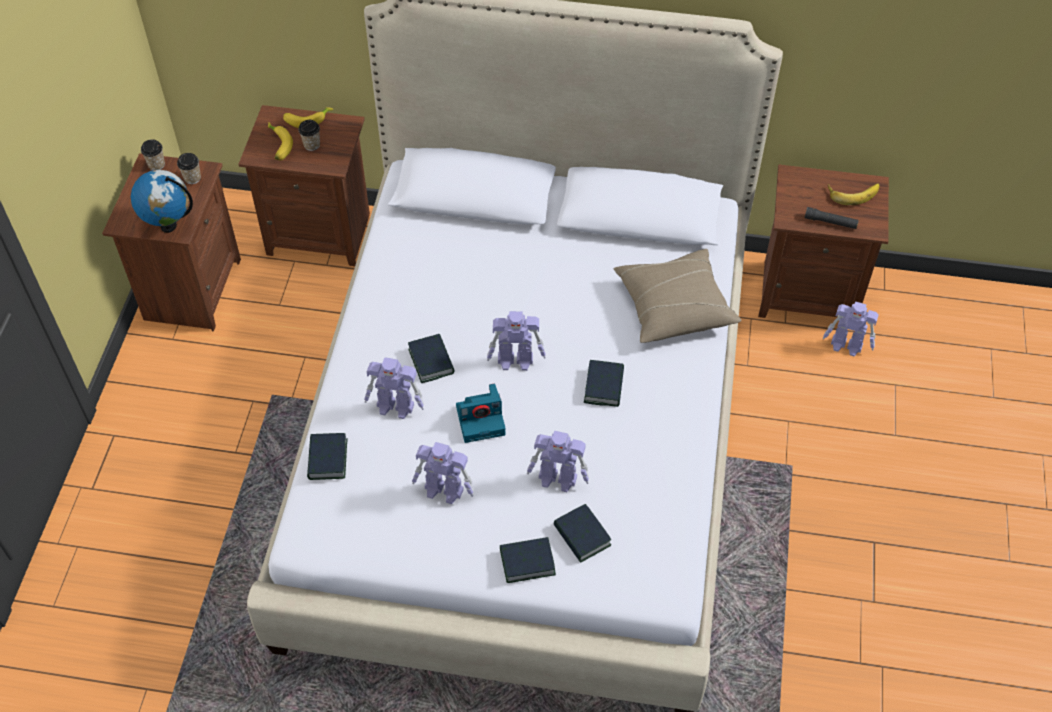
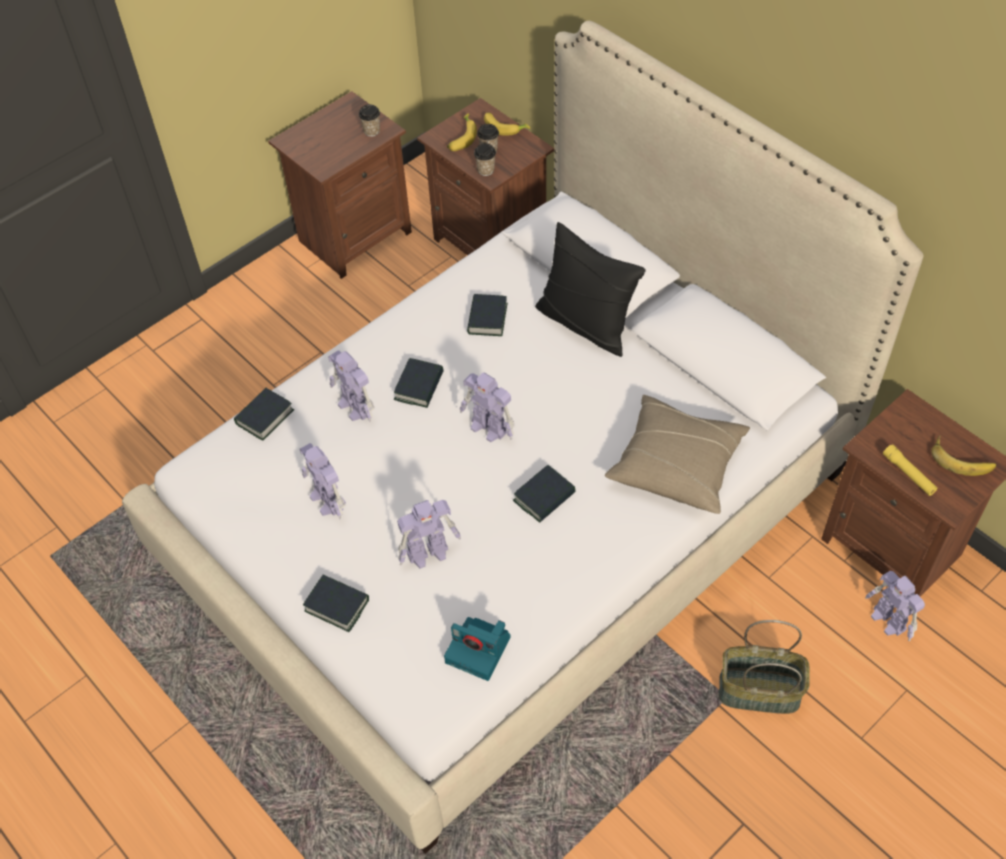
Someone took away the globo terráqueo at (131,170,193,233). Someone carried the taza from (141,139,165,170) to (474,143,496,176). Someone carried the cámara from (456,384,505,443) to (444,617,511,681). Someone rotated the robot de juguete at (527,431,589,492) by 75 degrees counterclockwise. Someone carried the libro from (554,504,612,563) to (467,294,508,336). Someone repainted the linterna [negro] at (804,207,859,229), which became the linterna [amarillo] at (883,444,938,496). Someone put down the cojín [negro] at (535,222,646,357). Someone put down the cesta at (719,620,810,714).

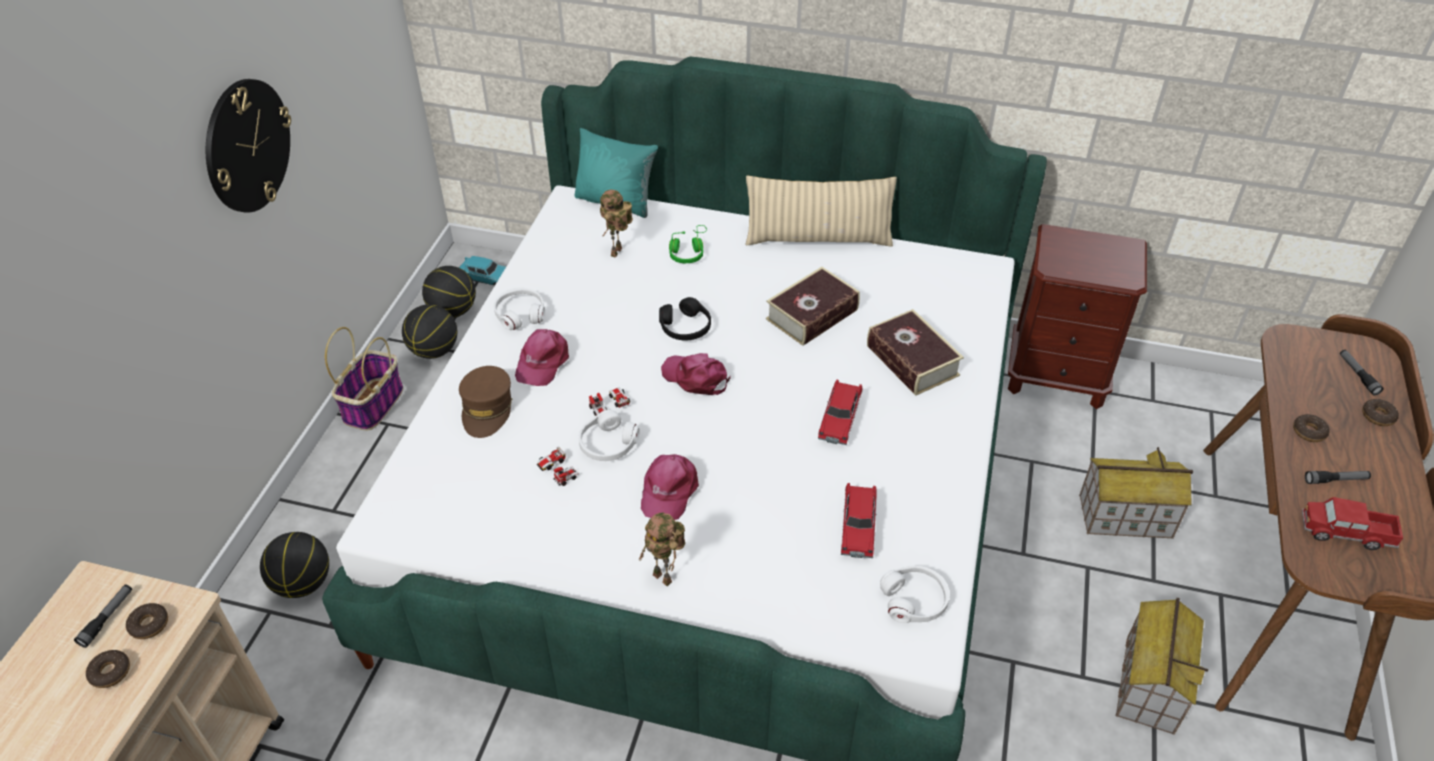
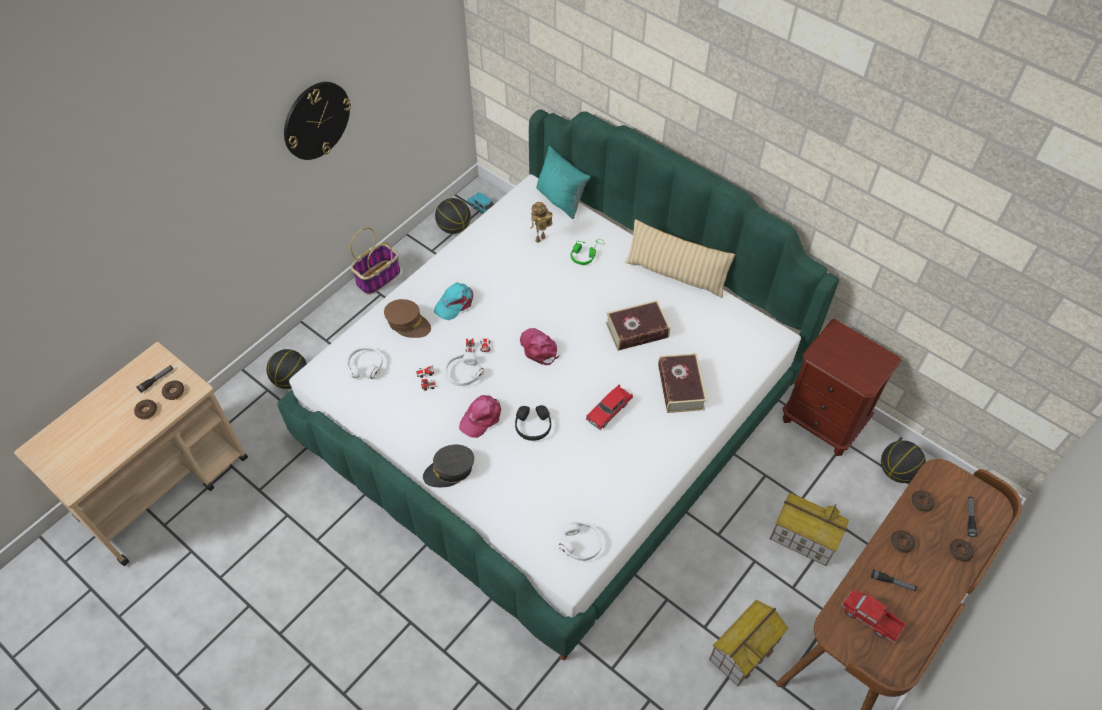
Someone carried the balón de baloncesto from (402,304,457,359) to (881,440,926,483). Someone rotated the gorra [marrón] at (459,366,512,438) by 90 degrees counterclockwise. Someone carried the auriculares [blanco] from (494,288,545,330) to (347,346,383,379). Someone repainted the gorra [rosa] at (515,329,569,386), which became the gorra [turquesa] at (434,282,473,320). Someone swapped the robot de juguete at (639,513,685,586) for the gorra [gris] at (423,445,474,487). Someone carried the auriculares [negro] from (659,297,711,341) to (515,405,551,441). Someone took away the coche de juguete [rojo] at (841,483,877,558). Someone put down the rosquilla at (911,491,935,512).

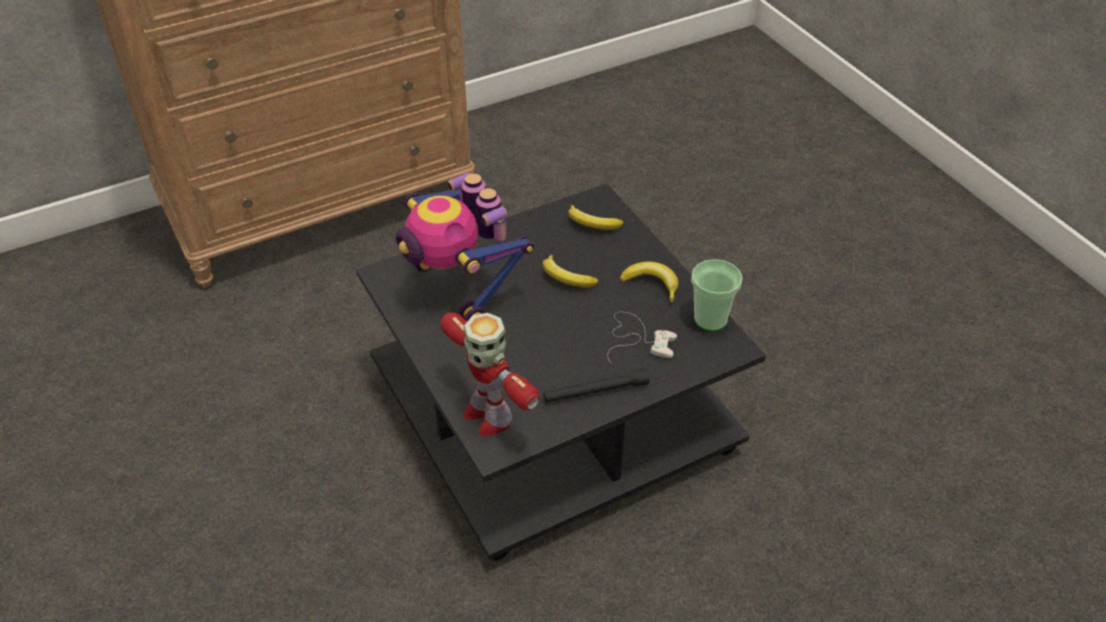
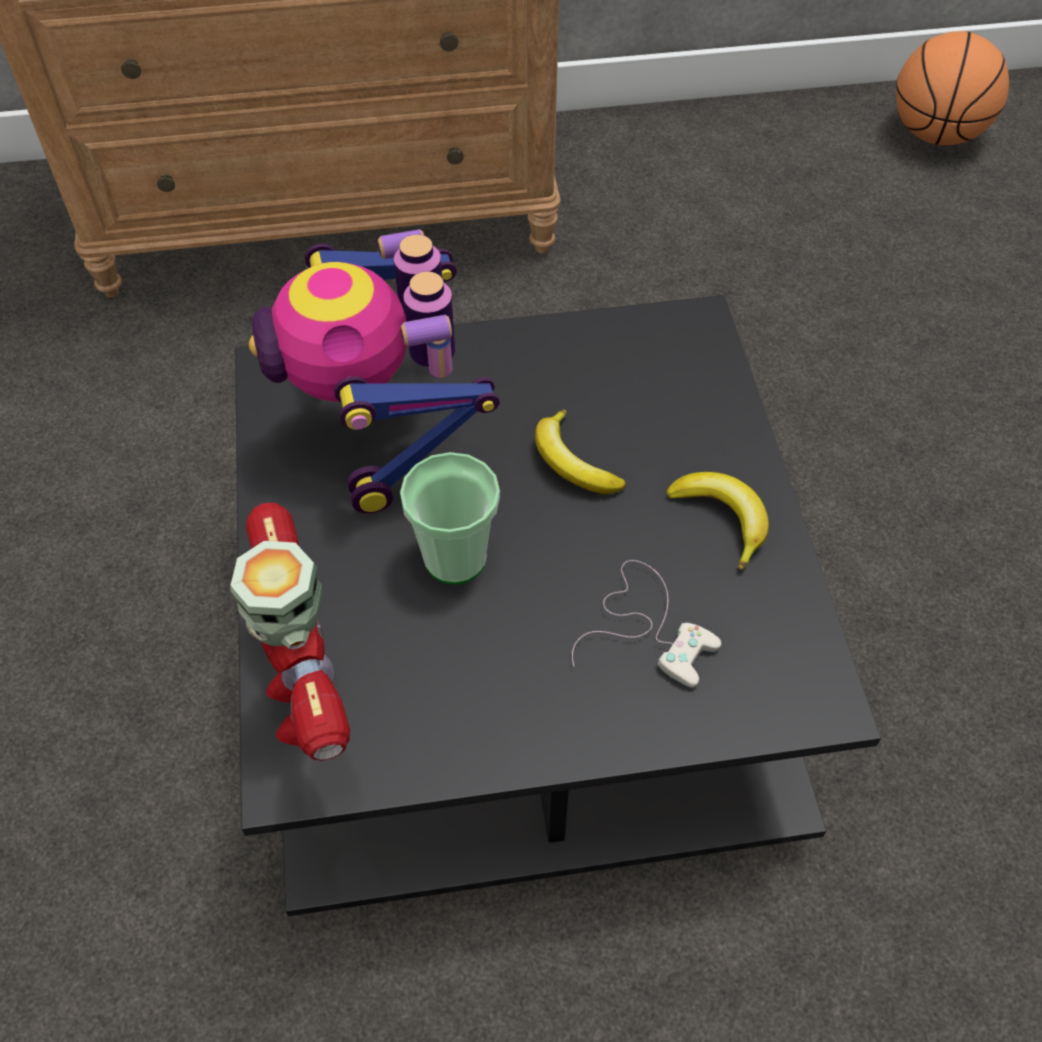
Someone took away the linterna [negro] at (543,368,649,403). Someone took away the plátano at (568,205,624,230). Someone carried the taza from (691,259,743,332) to (400,452,500,584). Someone put down the balón de baloncesto at (896,31,1009,145).

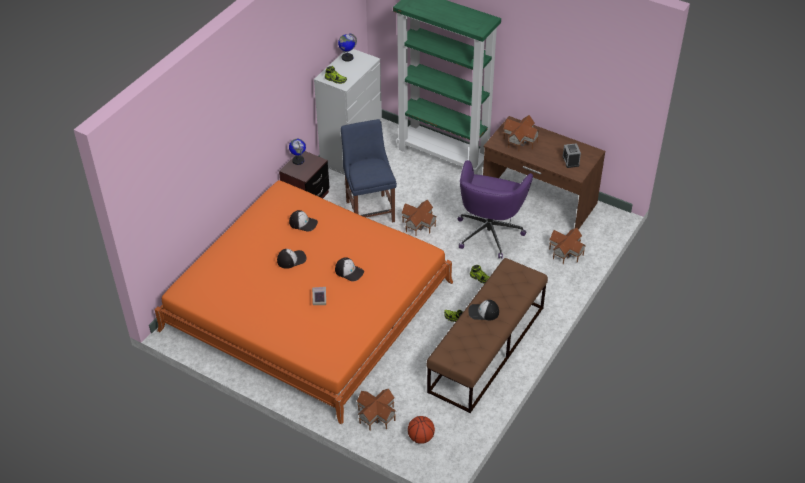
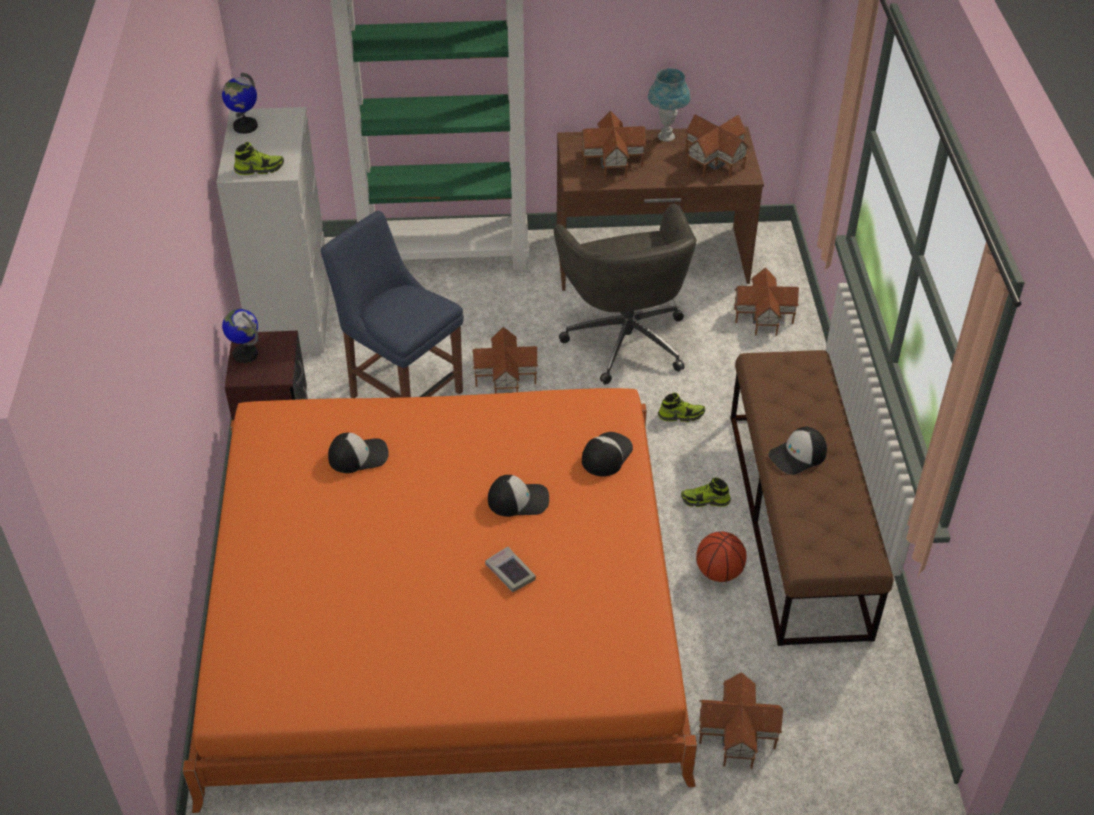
Someone carried the gorra from (277,249,307,269) to (582,432,633,476). Someone carried the balón de baloncesto from (408,416,435,444) to (696,531,747,582). Someone repainted the silla de oficina [morado] at (457,160,533,258), which became the silla de oficina [gris] at (554,203,697,384). Someone swapped the despertador at (562,143,581,168) for the casita at (685,115,749,177). Someone put down the lámpara de mesa [azul] at (648,68,691,142).

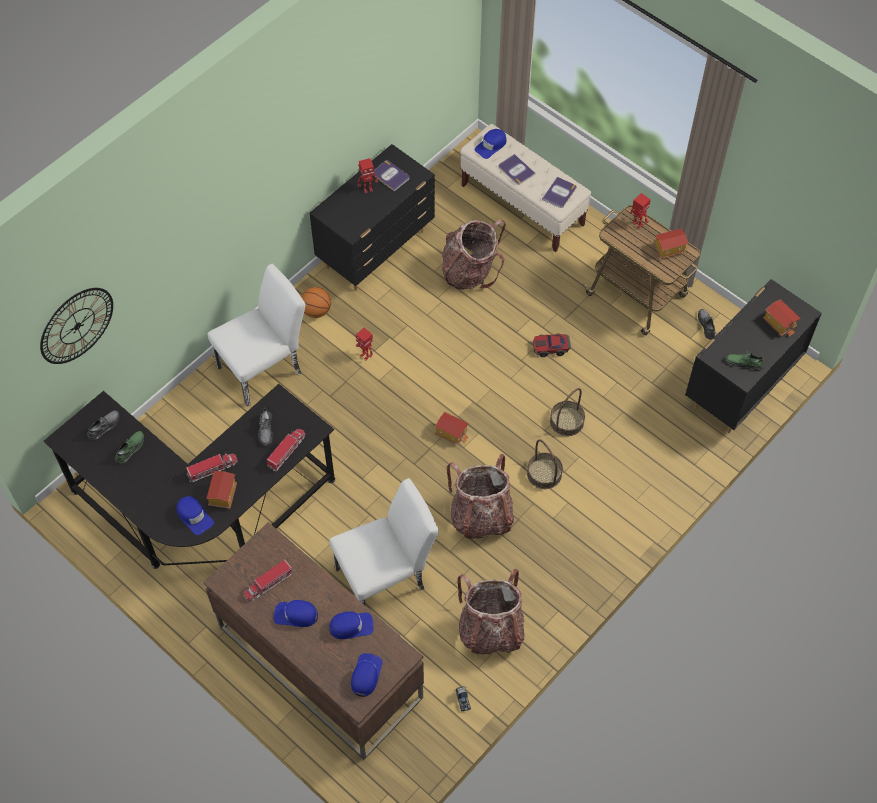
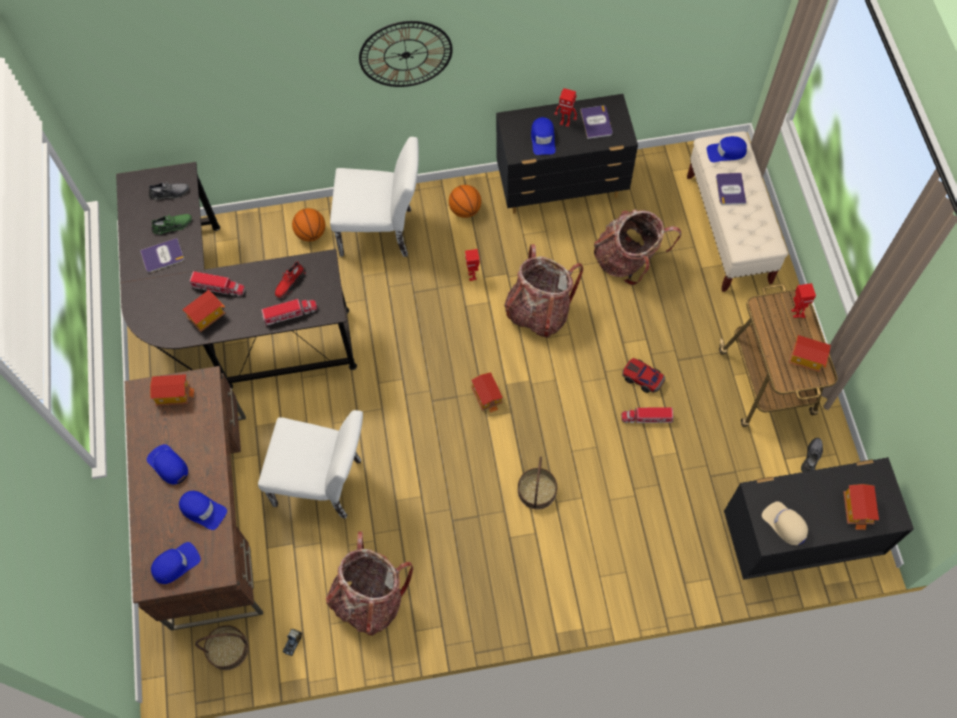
Someone carried the reloj de pared from (40,288,113,364) to (359,21,453,87). Someone carried the gorra [azul] from (177,496,214,535) to (531,117,556,155). Someone carried the camión de juguete from (244,560,294,601) to (621,407,674,423). Someone repainted the zapato [gris] at (258,408,273,446), which became the zapato [rojo] at (275,261,306,298). Someone carried the mochila from (447,454,514,540) to (504,244,583,337). Someone carried the libro from (542,177,577,208) to (140,238,184,273). Someone carried the cesta from (550,388,585,436) to (195,625,249,670). Someone swapped the zapato [verde] at (726,351,765,371) for the gorra [beis] at (762,501,808,545). Someone put down the casita at (150,374,194,406). Someone put down the balón de baloncesto at (292,208,325,242).

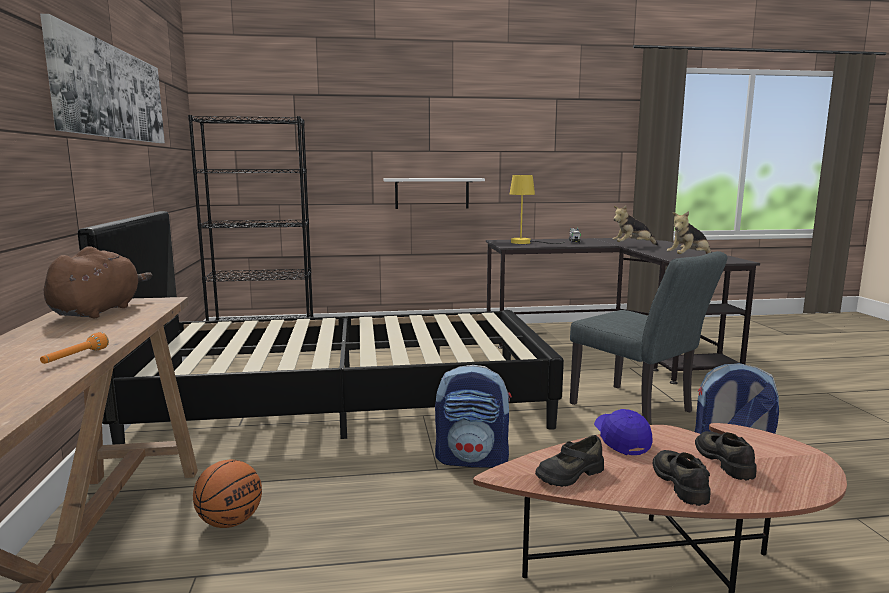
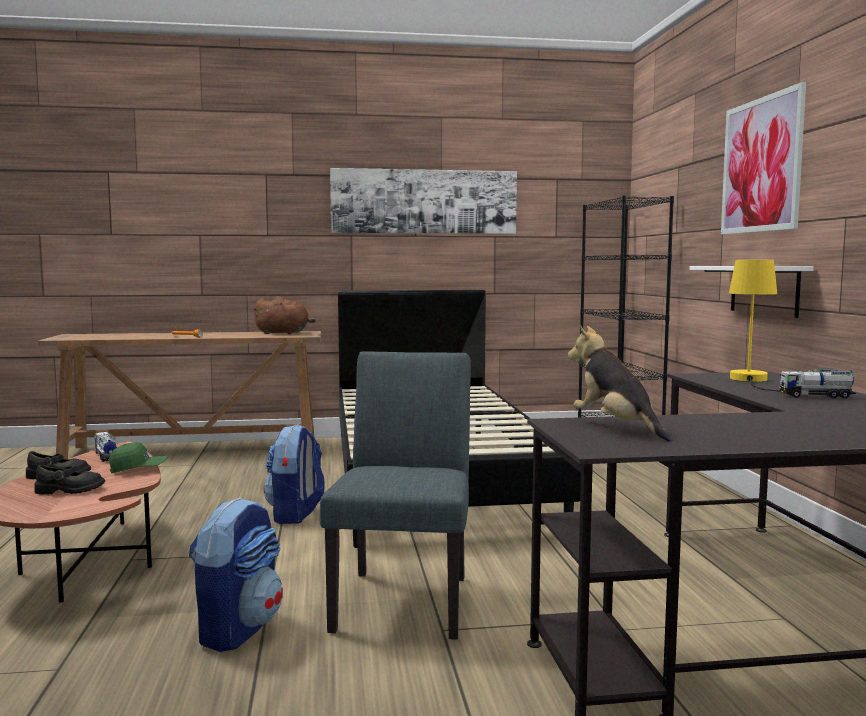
Someone took away the balón de baloncesto at (193,460,262,528). Someone swapped the zapato [negro] at (535,435,604,487) for the camión de juguete at (94,432,117,462). Someone rotated the silla [gris] at (570,251,727,425) by 135 degrees clockwise. Someone repainted the gorra [azul] at (594,409,652,455), which became the gorra [verde] at (110,442,169,473). Someone took away the peluche at (613,205,658,245). Someone put up the cuadro at (721,82,806,234).

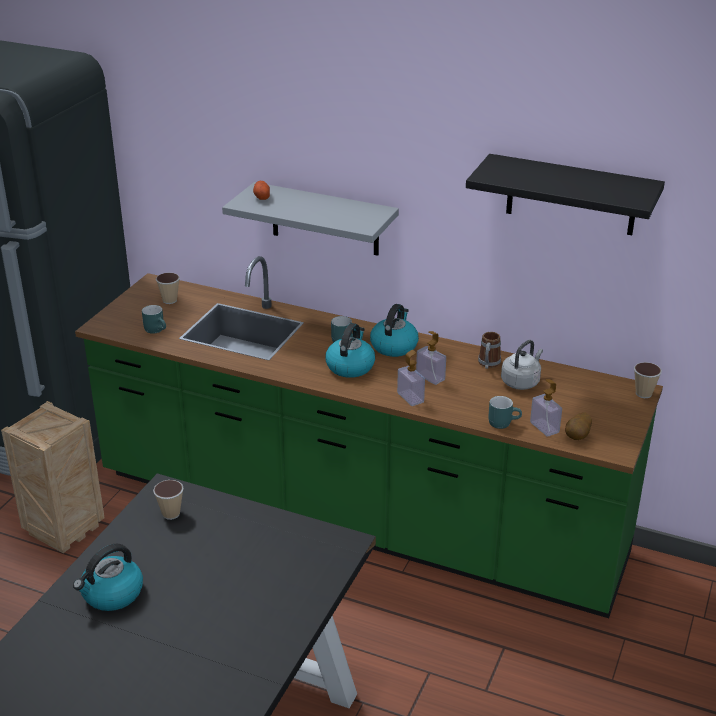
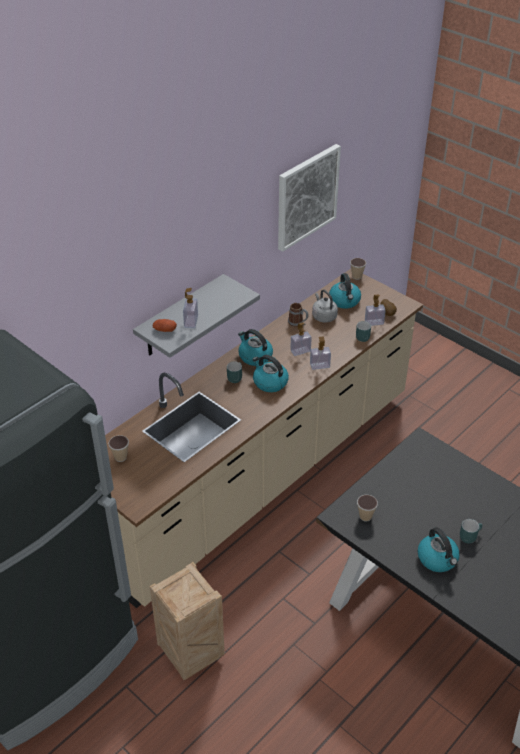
Someone repainted the mueble bajo de cocina [verde] at (75,256,663,618), which became the mueble bajo de cocina [beis] at (105,269,423,608). Someone carried the taza grande [turquesa] from (142,305,166,334) to (460,519,483,544). Someone swapped the estante [negro] at (466,154,665,235) for the cuadro at (278,144,341,252). Someone put down the dispensador de jabón at (183,288,198,328). Someone put down the hervidor at (329,273,361,309).

